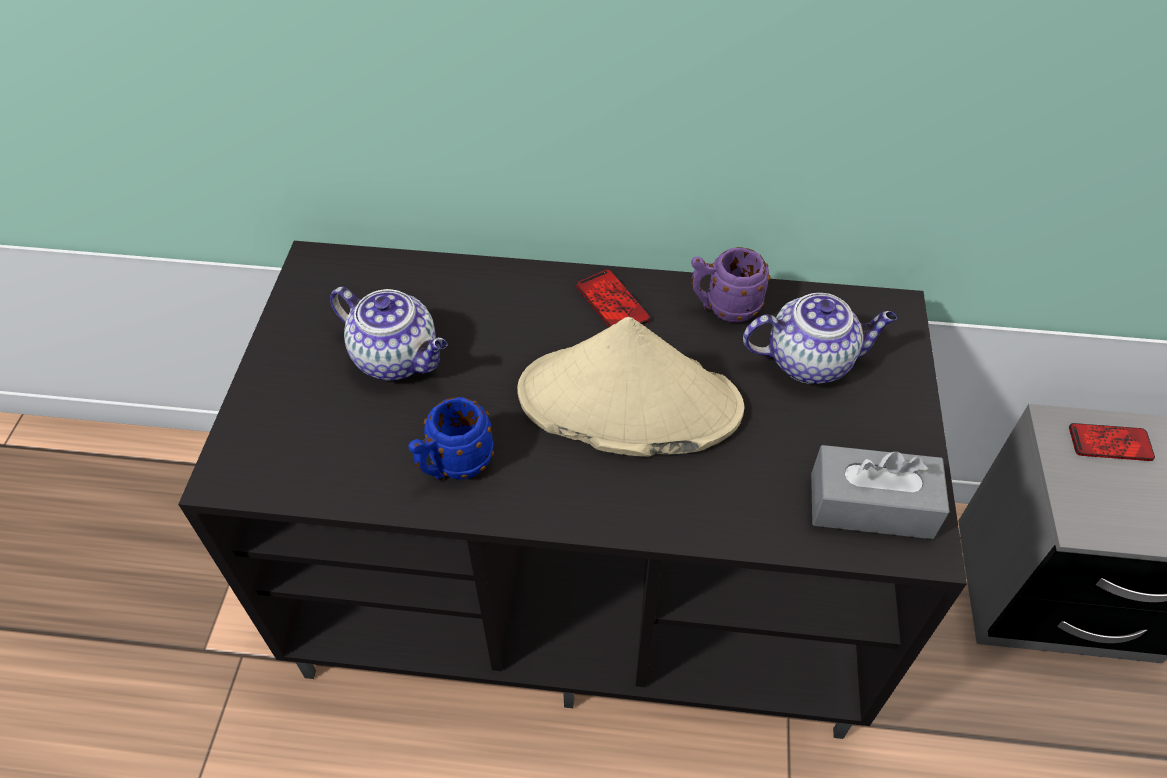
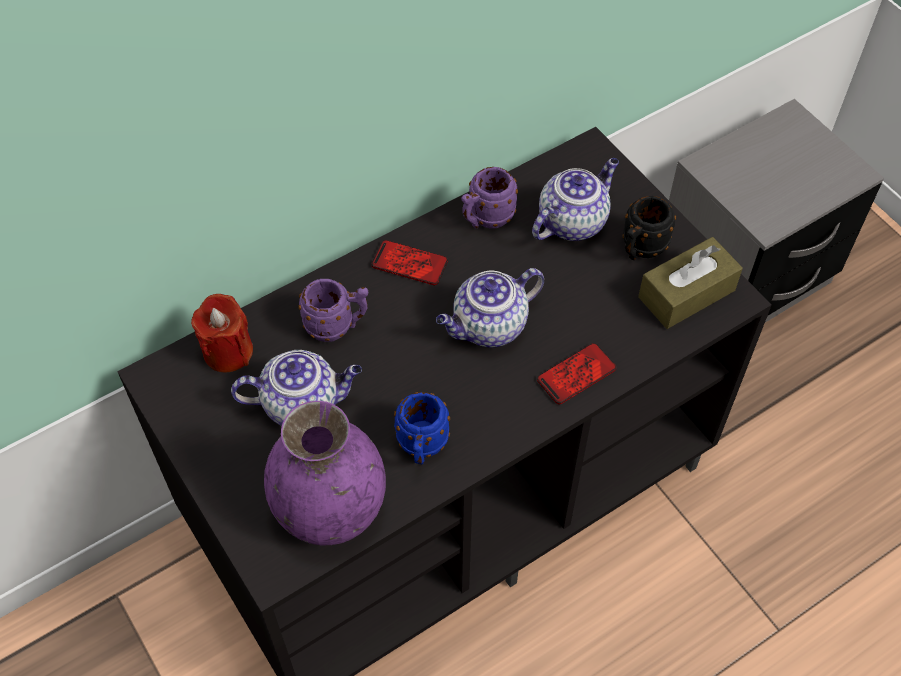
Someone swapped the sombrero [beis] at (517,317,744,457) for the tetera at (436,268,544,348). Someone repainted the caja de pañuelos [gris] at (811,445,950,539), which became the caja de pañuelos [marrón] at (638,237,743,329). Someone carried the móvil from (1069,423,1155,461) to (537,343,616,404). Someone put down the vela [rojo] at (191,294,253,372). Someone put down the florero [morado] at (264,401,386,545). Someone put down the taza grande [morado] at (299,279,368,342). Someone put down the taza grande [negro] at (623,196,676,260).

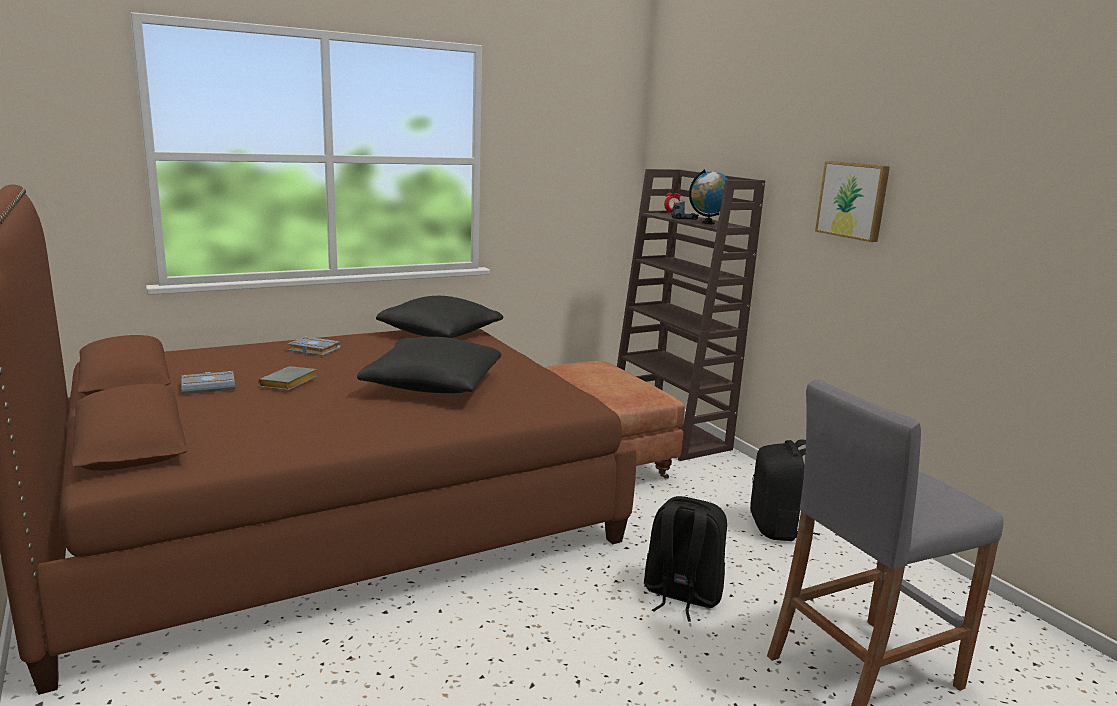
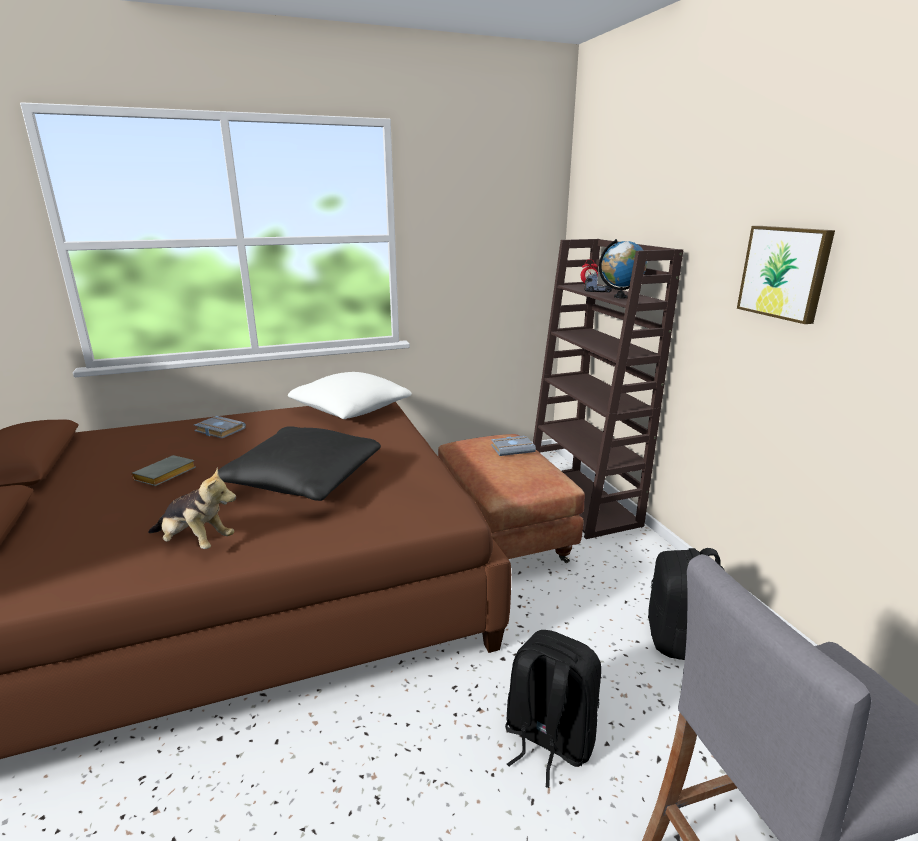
Someone carried the libro [gris] from (181,371,235,394) to (491,436,536,456). Someone repainted the cojín [negro] at (376,296,504,338), which became the cojín [blanco] at (288,372,412,419). Someone put down the peluche at (148,467,236,549).

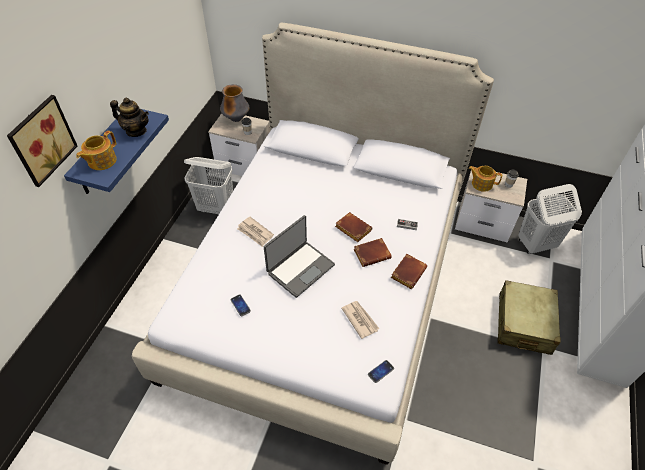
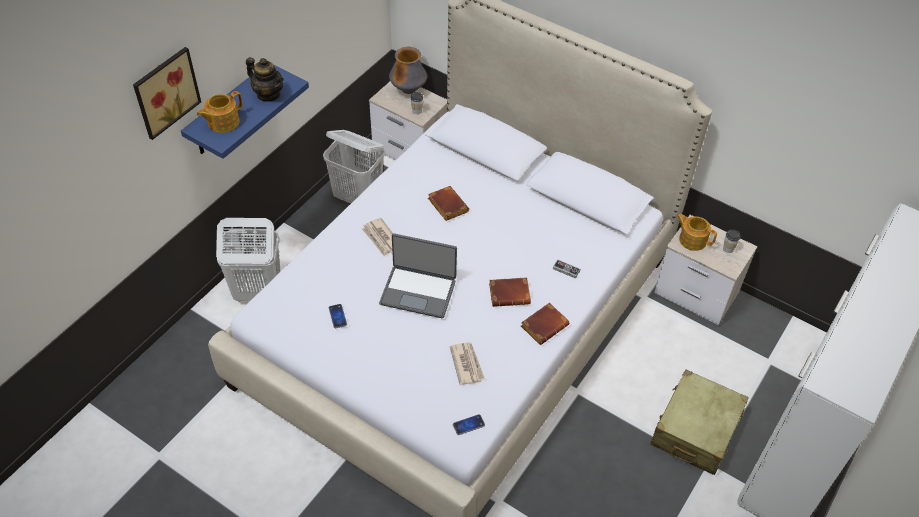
Someone rotated the portátil at (264,215,335,298) by 45 degrees clockwise. Someone carried the libro [marrón] from (335,212,372,242) to (428,186,469,221). Someone carried the cesto de la ropa [blanco] from (518,184,582,254) to (216,218,280,301).

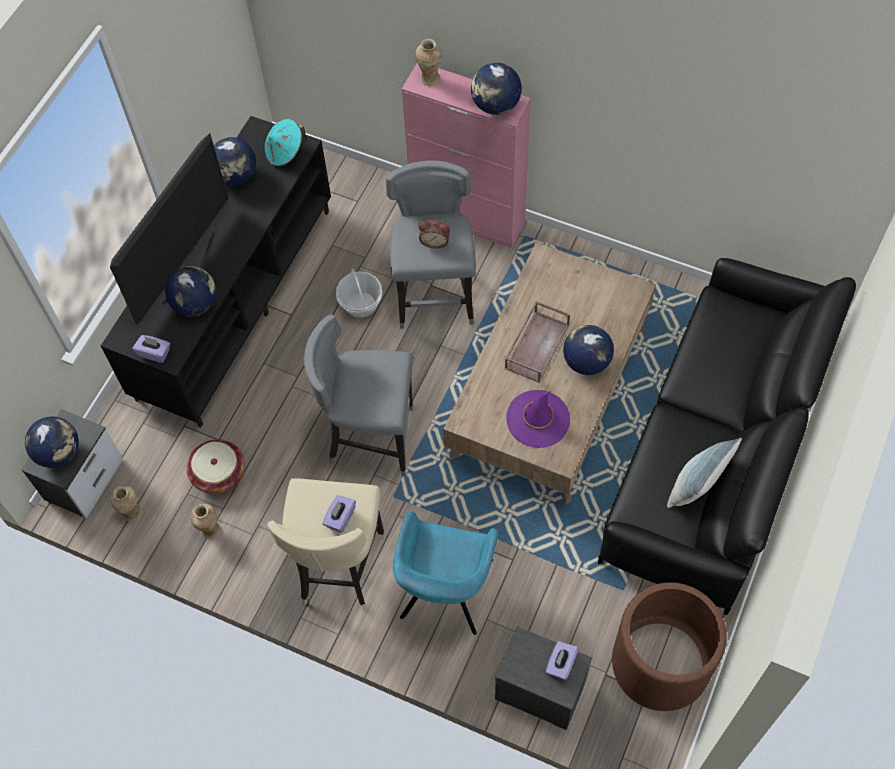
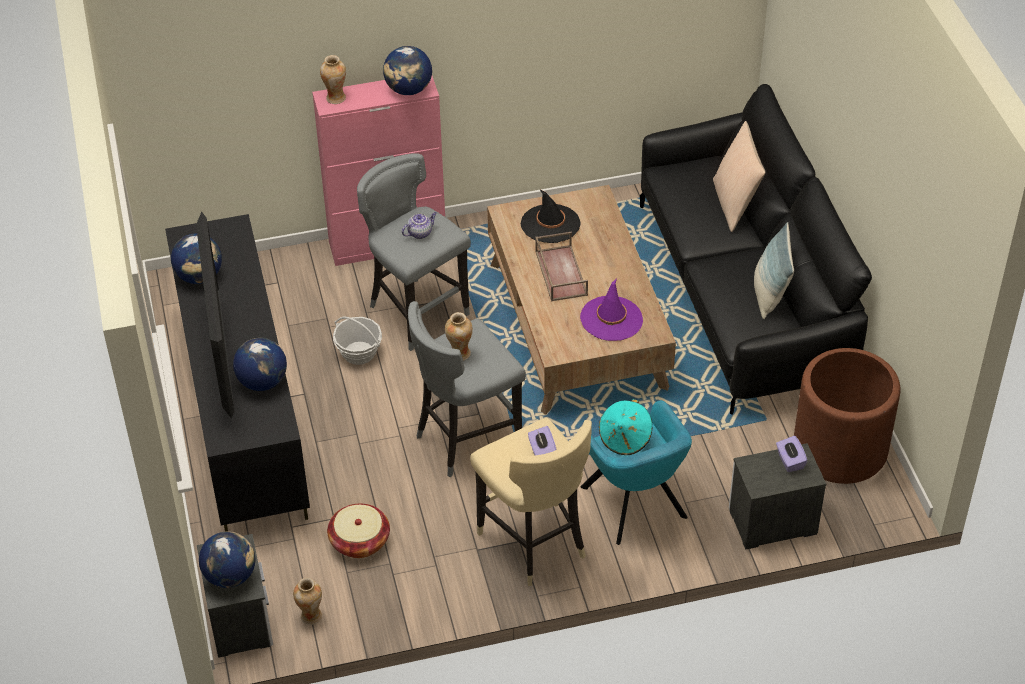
Someone took away the caja de pañuelos [morado] at (132,335,170,363). Someone carried the florero from (190,504,220,539) to (445,312,473,361). Someone carried the sombrero [turquesa] from (265,119,307,167) to (599,399,652,455). Someone swapped the despertador at (418,220,450,249) for the tetera at (402,212,437,239). Someone took away the globo terráqueo at (563,325,614,375). Someone put down the sombrero [negro] at (521,190,581,243). Someone put down the cojín [beis] at (713,121,766,232).

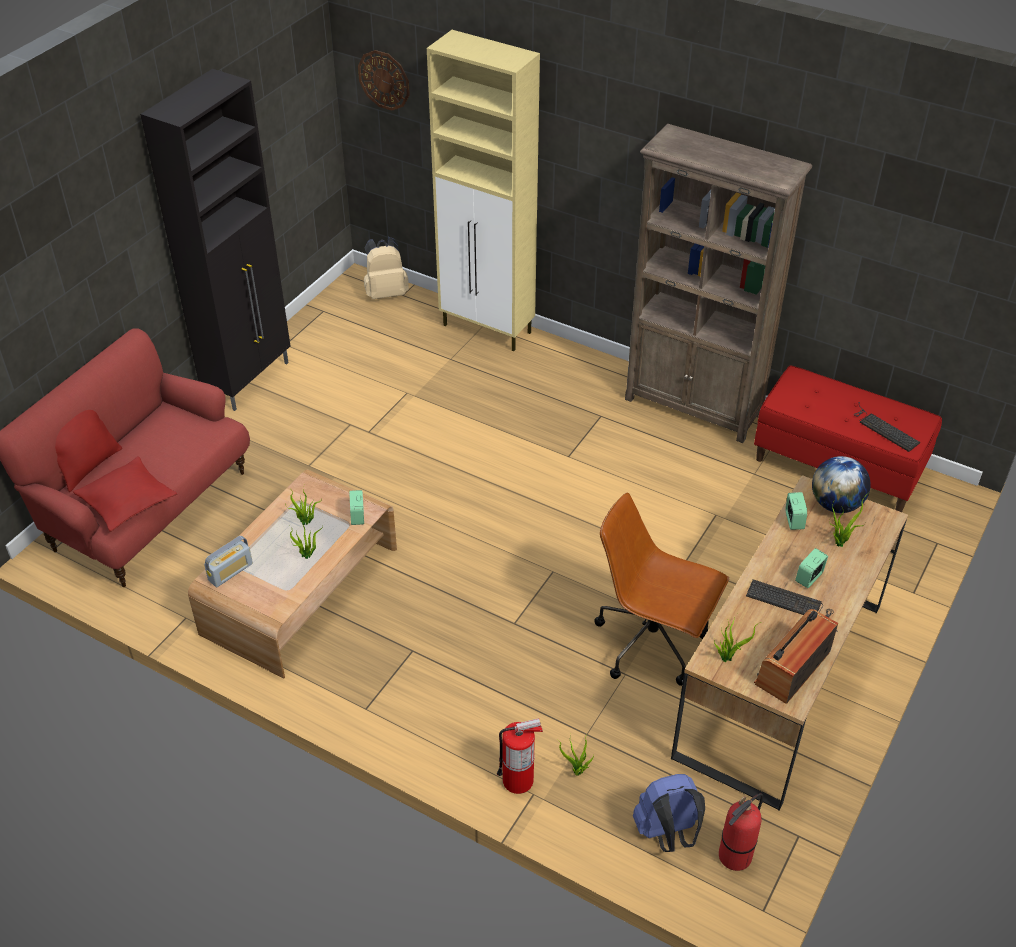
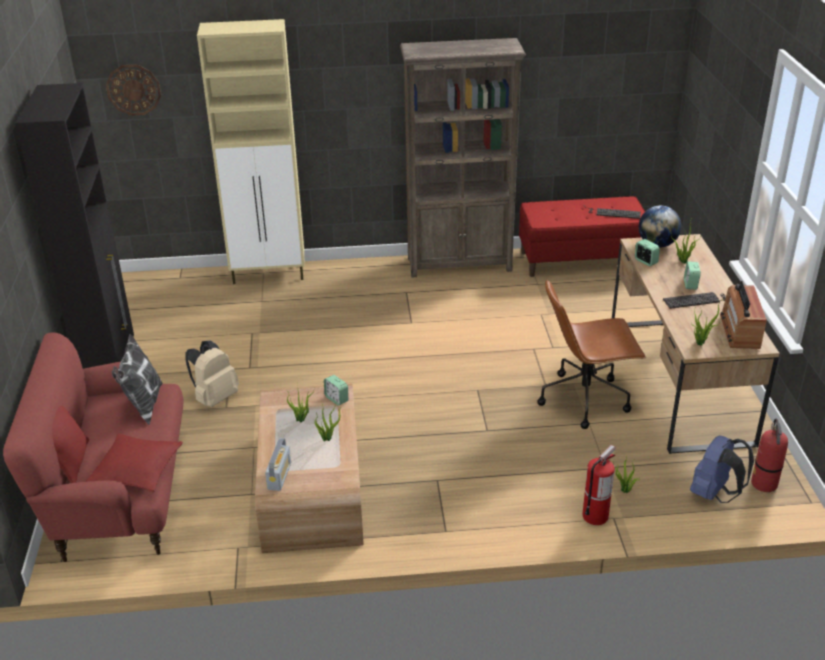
Someone carried the mochila [beis] from (364,237,409,299) to (185,341,239,407). Someone put down the cojín at (112,334,163,425).

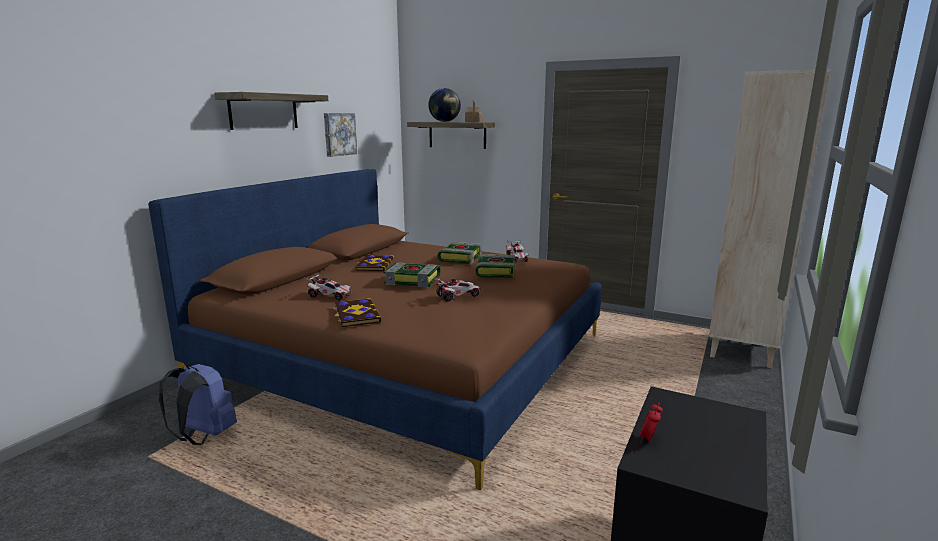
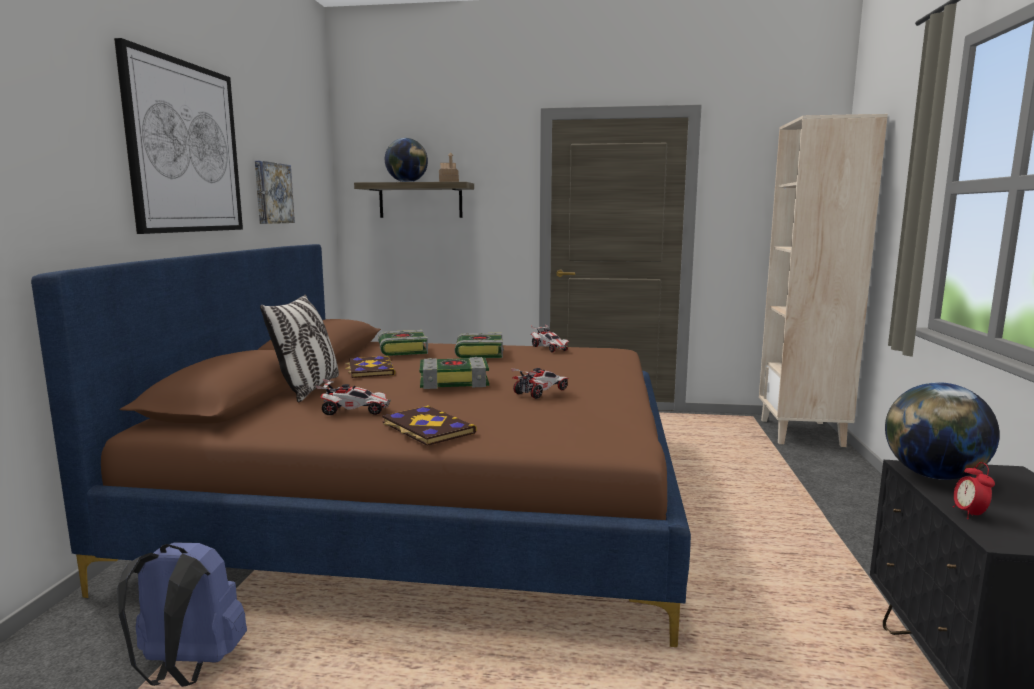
Someone swapped the estante at (214,92,328,130) for the cuadro at (114,38,243,234). Someone carried the libro from (475,254,515,278) to (378,330,428,356). Someone put down the cojín at (260,294,339,403). Someone put down the globo terráqueo at (885,382,1000,480).

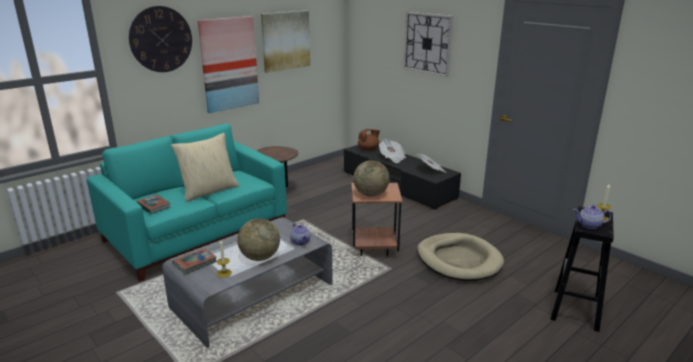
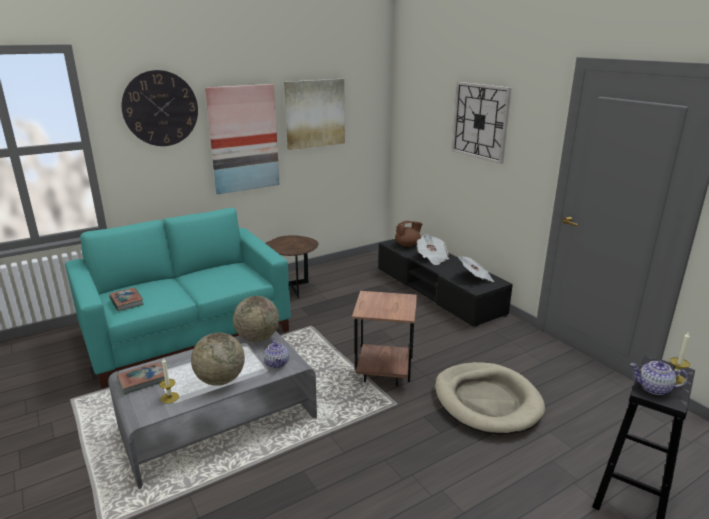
Someone took away the cojín [beis] at (171,133,239,202). Someone carried the globo terráqueo from (353,160,390,197) to (233,296,279,342).

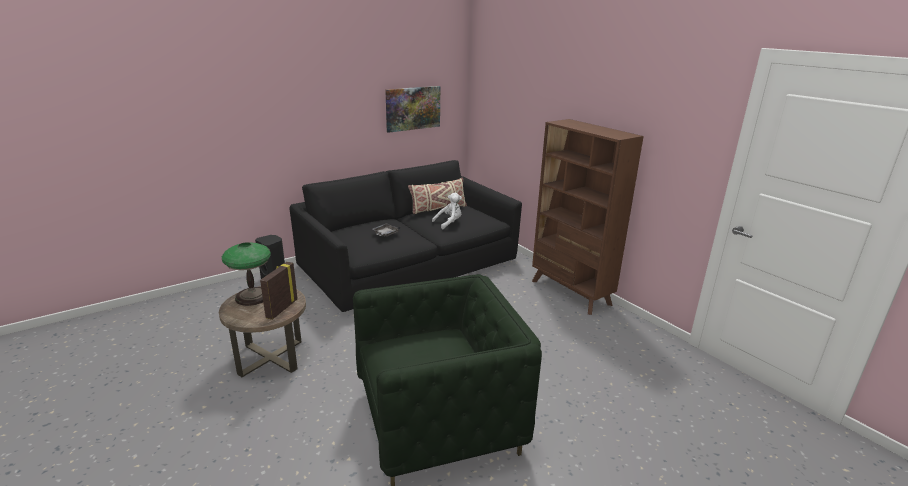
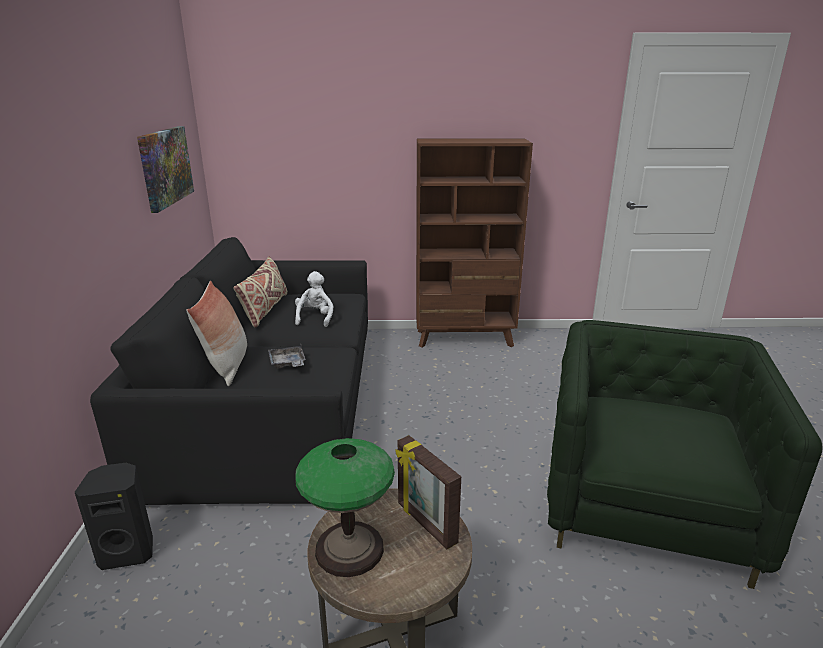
Someone put down the cojín at (186,281,247,386).

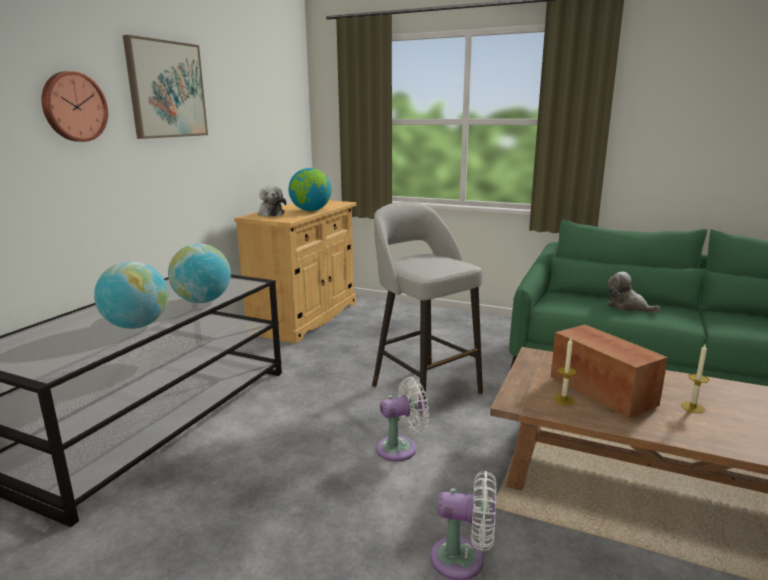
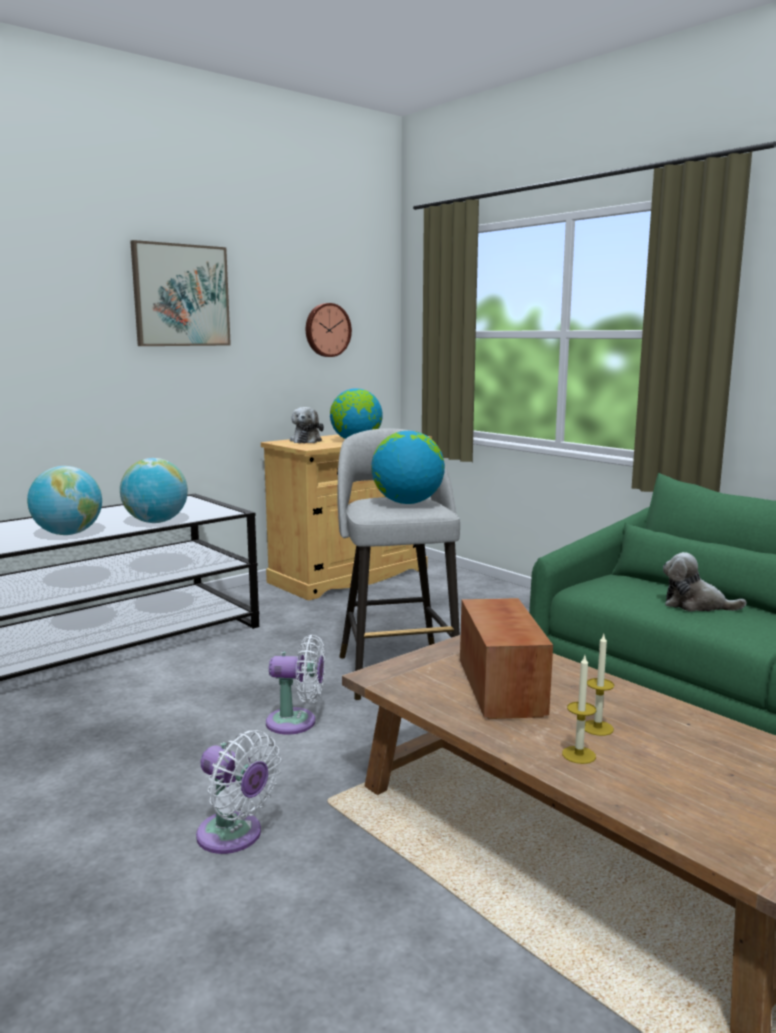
Someone carried the reloj de pared from (42,71,108,142) to (306,303,352,357). Someone carried the vela from (553,338,577,405) to (562,656,596,764). Someone rotated the peluche at (606,271,660,313) by 45 degrees counterclockwise. Someone put down the globo terráqueo at (371,431,445,504).

